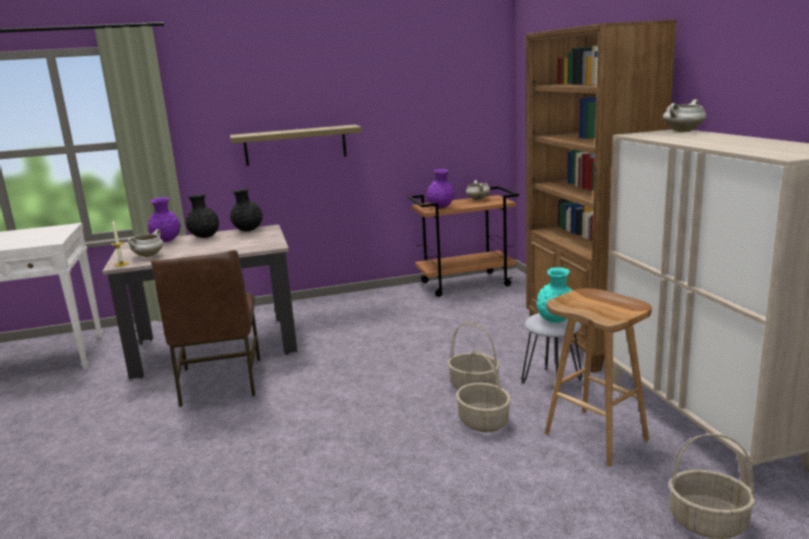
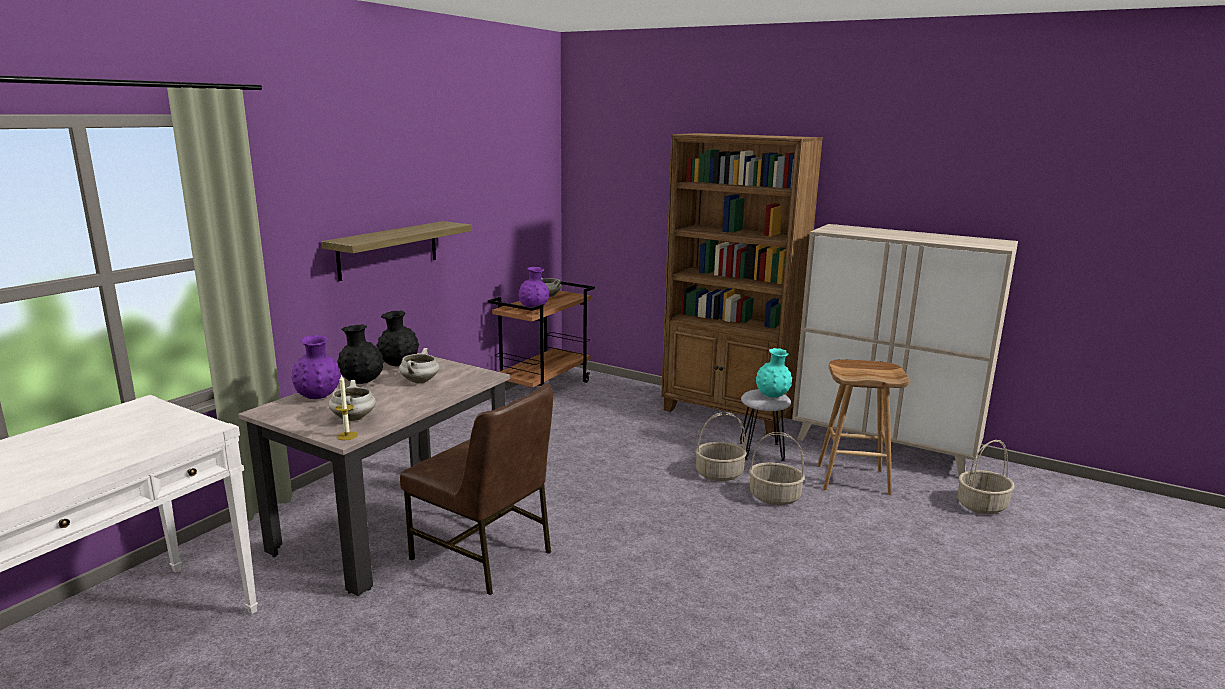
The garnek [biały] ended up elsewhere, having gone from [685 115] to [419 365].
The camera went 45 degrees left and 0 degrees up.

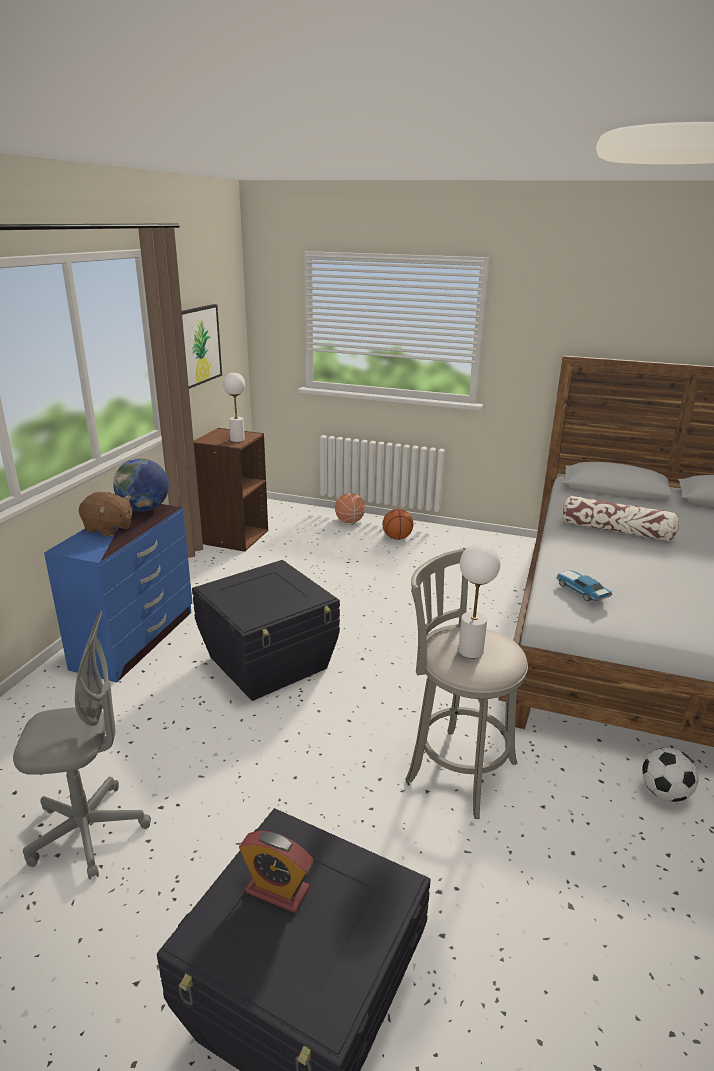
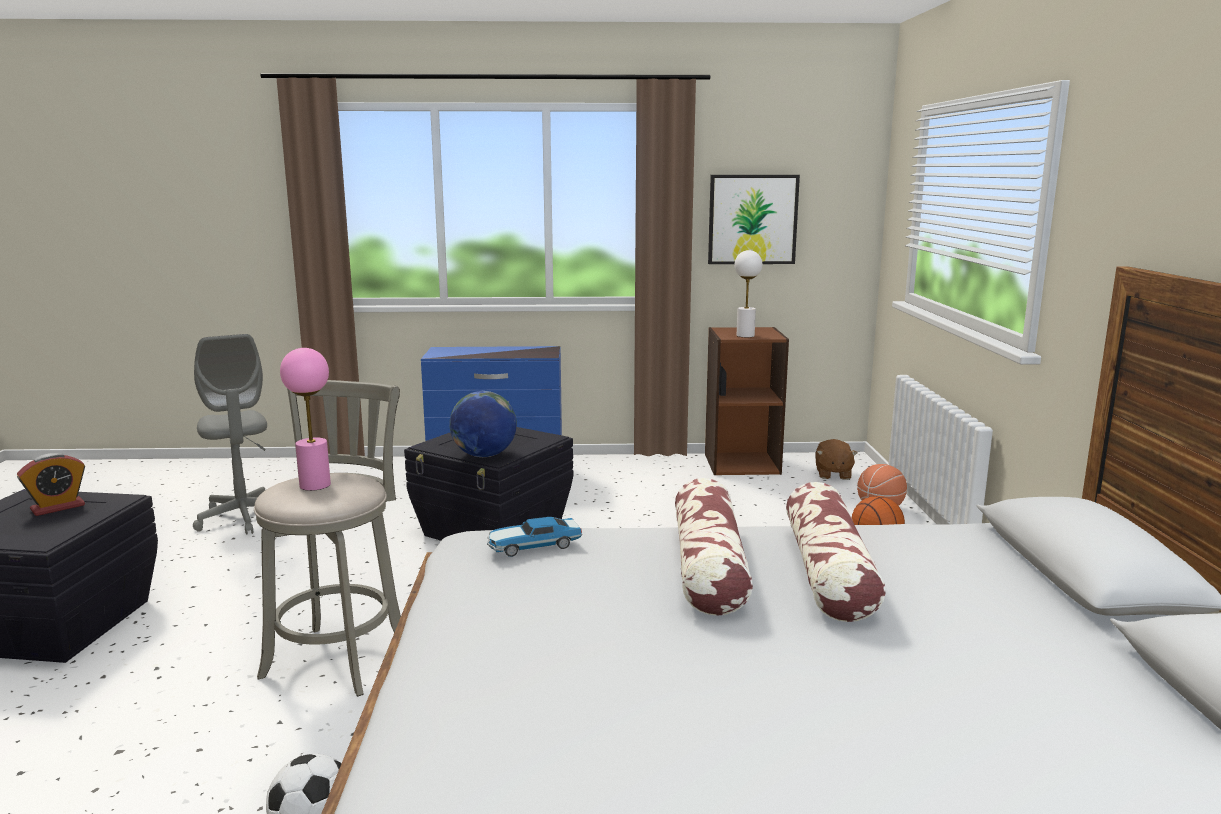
The budzik at [276 872] ended up facing another way, 135 degrees counterclockwise from before.
What was the lampa stołowa [biały] at [479 600] turned into the lampa stołowa [różowy] at [305 419].
The globus ended up elsewhere, having gone from [141 484] to [483 424].
The samochodzik at [584 585] ended up facing another way, 150 degrees counterclockwise from before.
The second view gained the poduszka at [714 547].
The pluszak [brązowy] ended up elsewhere, having gone from [105 514] to [836 459].
The camera went 70 degrees right and 10 degrees down.

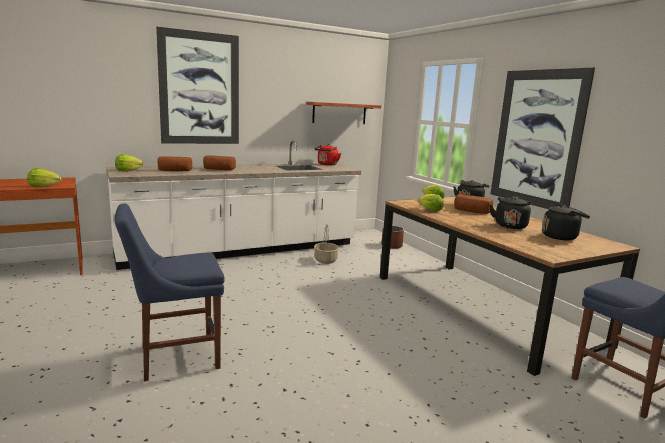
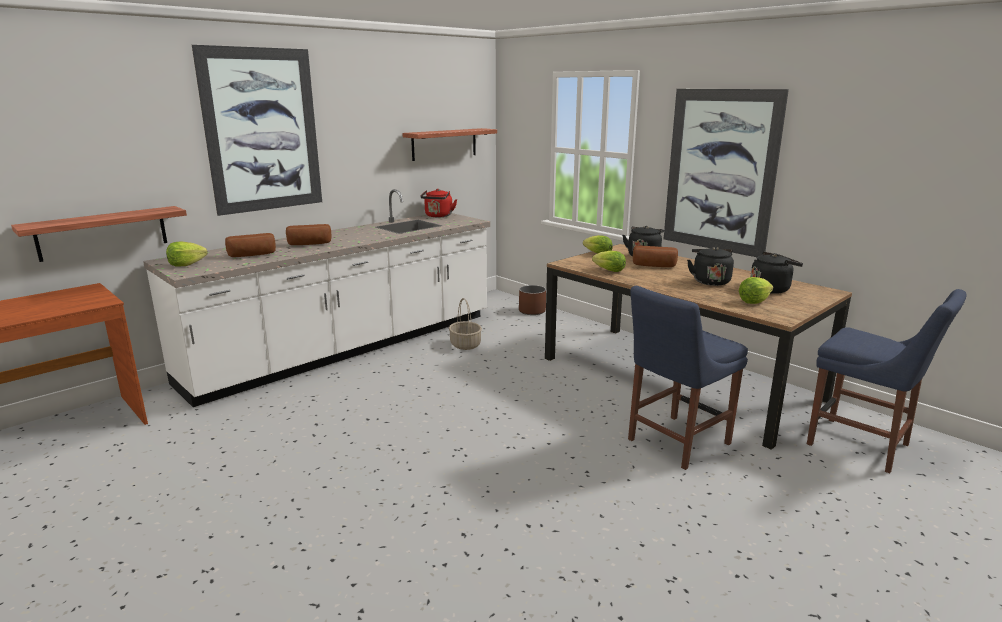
The second view gained the półka at [99 234].
The krzesło [niebieski] ended up elsewhere, having gone from [170 293] to [688 378].
The sałata ended up elsewhere, having gone from [44 177] to [756 290].
The camera went 15 degrees left and 5 degrees up.

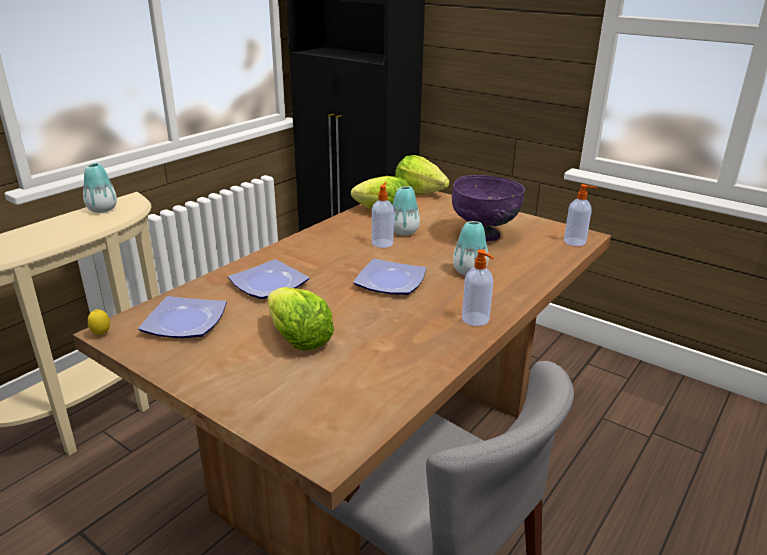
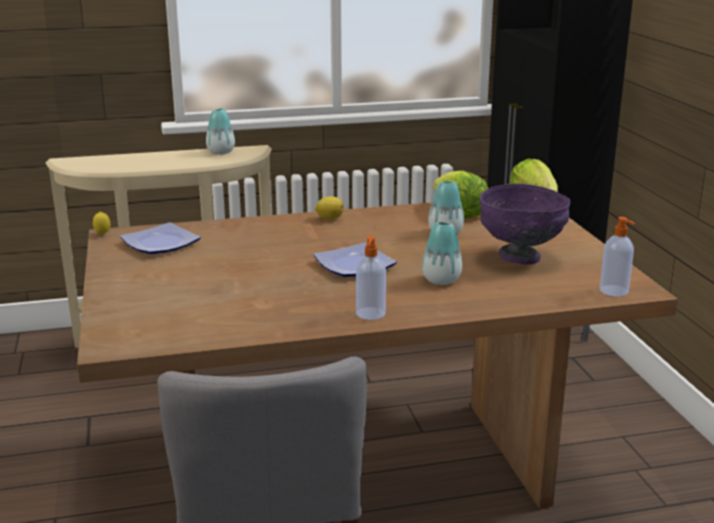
The second view gained the cytryna at [329 208].
The second view lost the talerz at [268 279].
The second view lost the sałata at [300 319].
The second view lost the dozownik mydła at [383 215].
The camera went 40 degrees right and 5 degrees down.

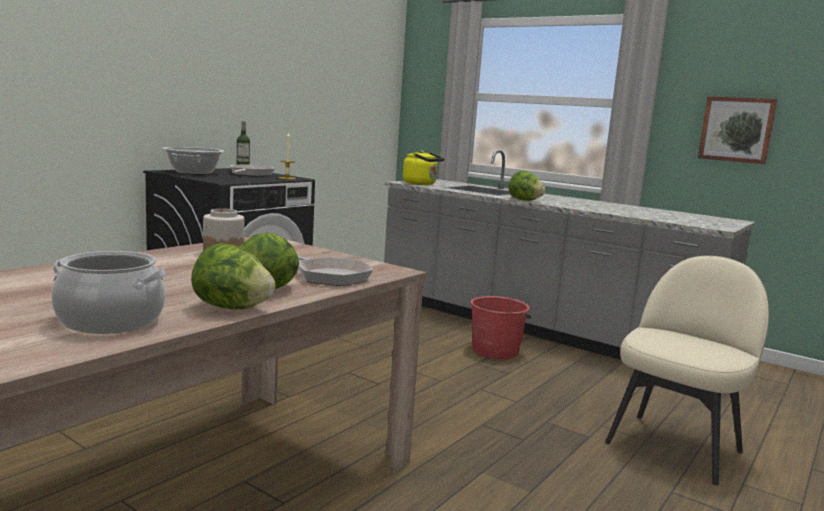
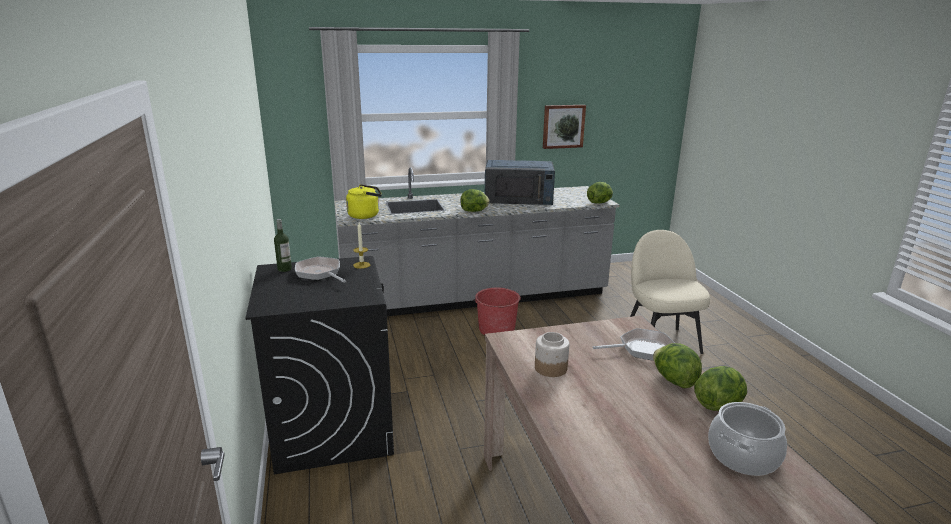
The second view gained the mikrofalówka [niebieski] at [520 182].
The second view gained the sałata at [600 192].
The second view lost the garnek at [193 161].
The camera went 50 degrees left and 10 degrees up.

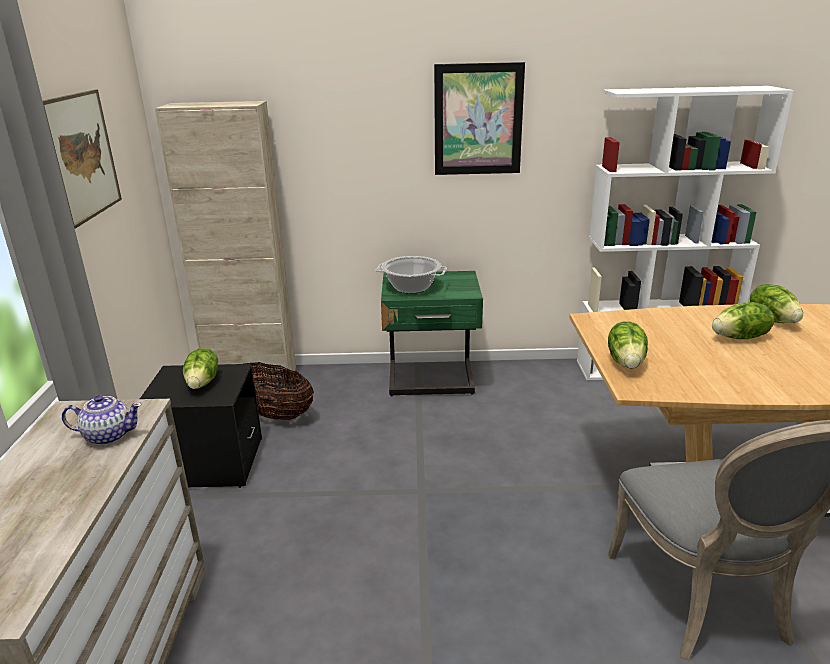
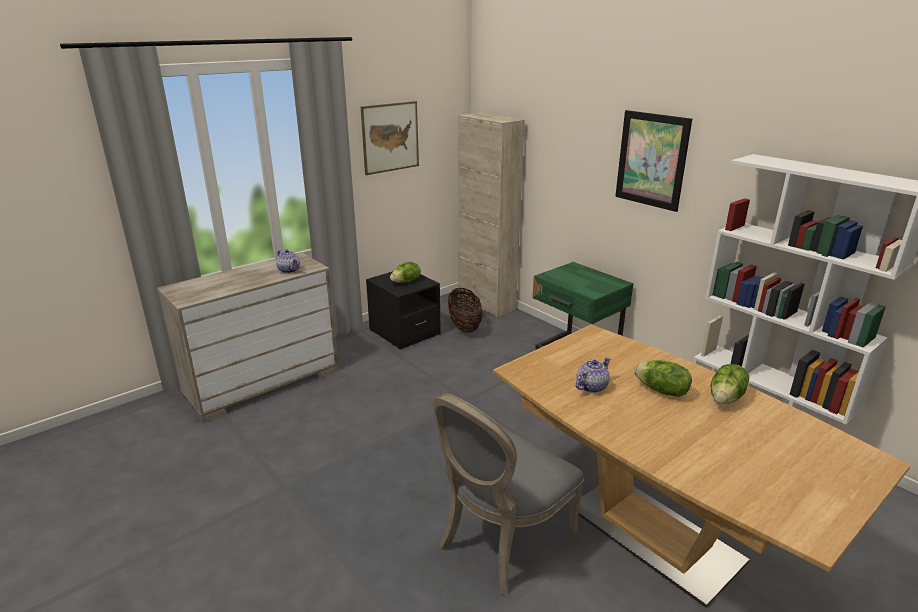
The second view gained the imbryk at [593 375].
The second view lost the garnek at [411 275].
The second view lost the sałata at [628 345].
The camera went 50 degrees right and 0 degrees up.

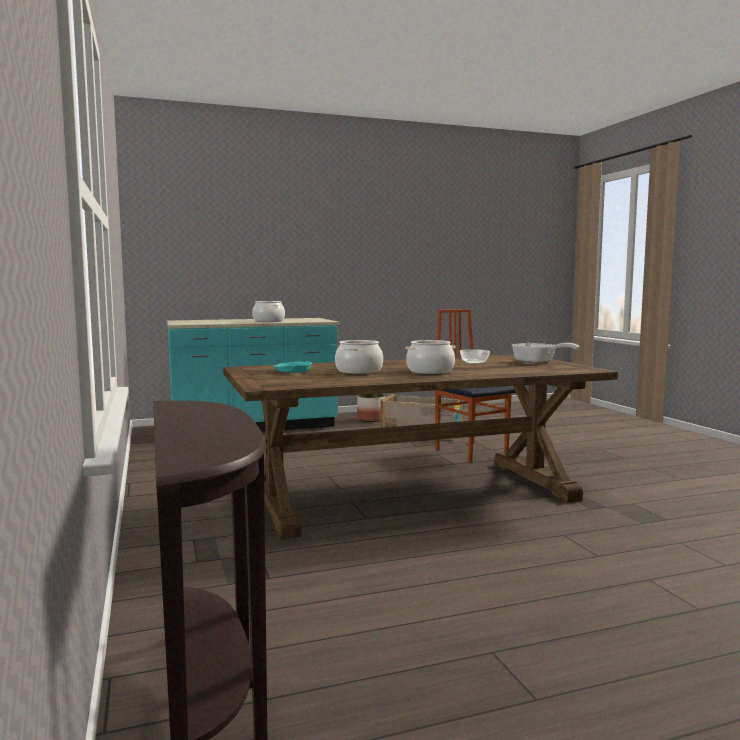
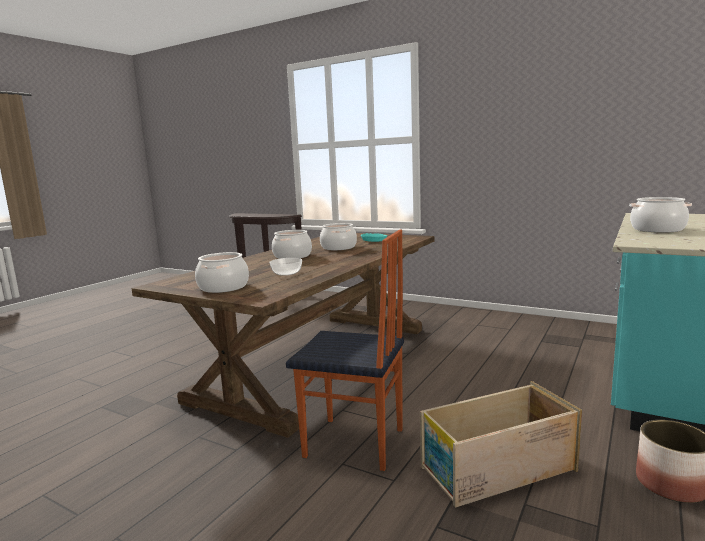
Where the patelnia stood at [545 353], the garnek came to stand at [222 272].
The camera went 140 degrees right and 5 degrees up.

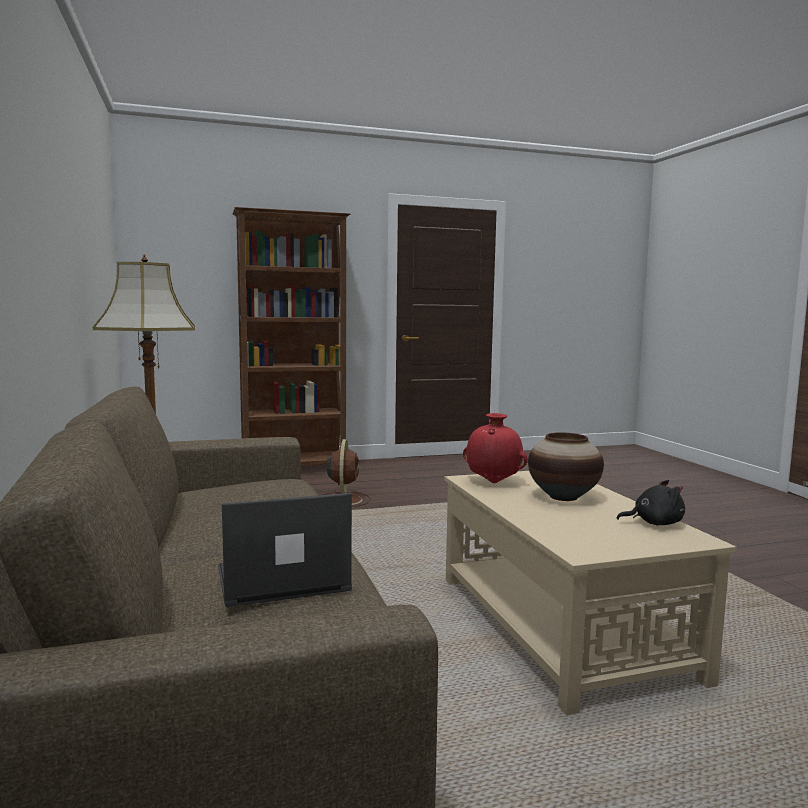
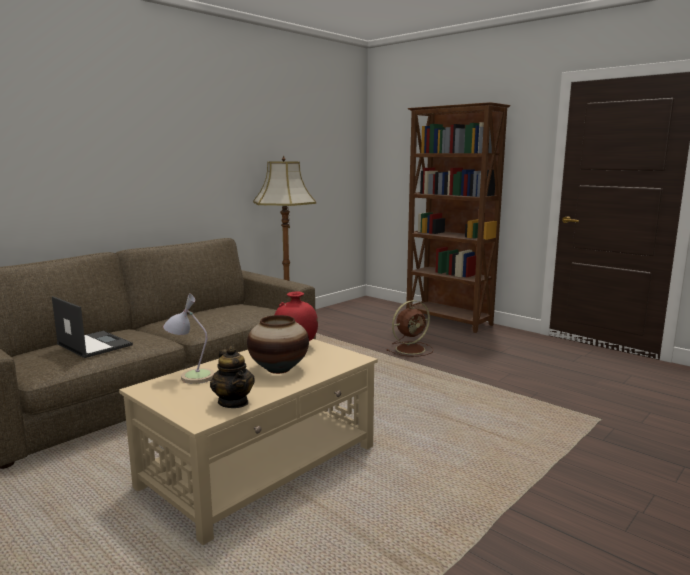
The second view gained the lampa stołowa at [188 339].
Where the pluszak [czarny] stood at [651 503], the imbryk came to stand at [232 377].
The camera went 60 degrees right and 5 degrees up.

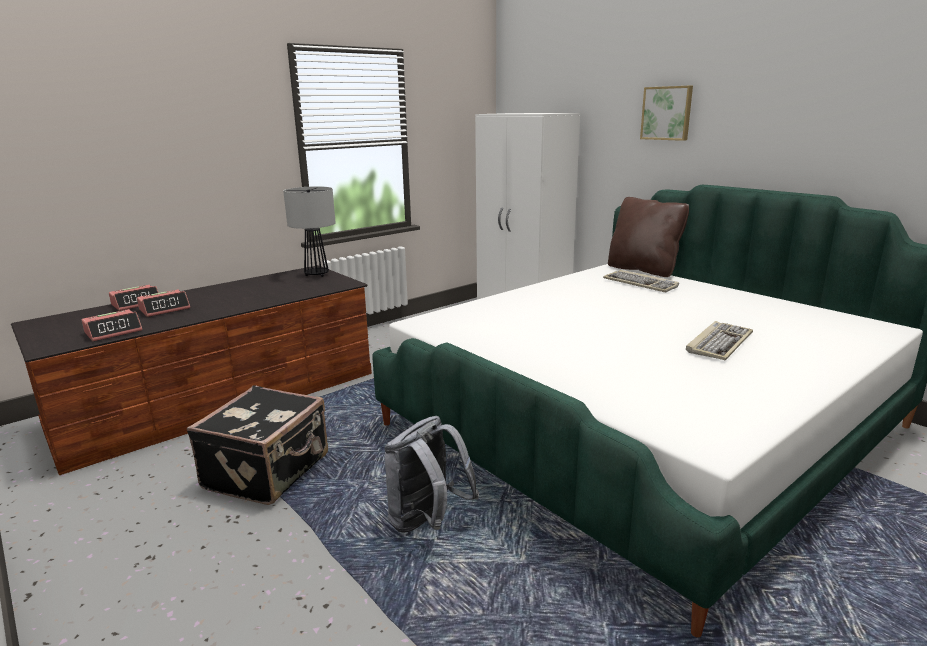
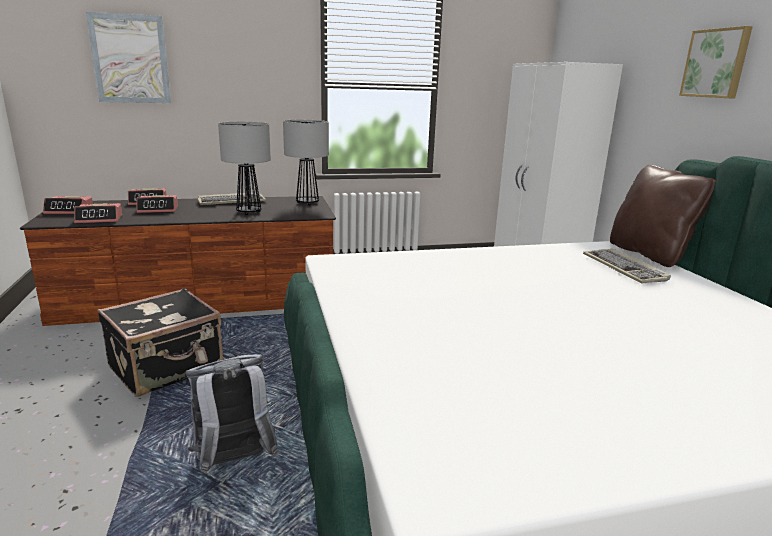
The second view gained the budzik at [68 205].
The second view gained the obraz at [128 57].
The klawiatura ended up elsewhere, having gone from [719 340] to [231 199].
The second view gained the lampa stołowa at [244 168].
The camera went 25 degrees right and 0 degrees up.

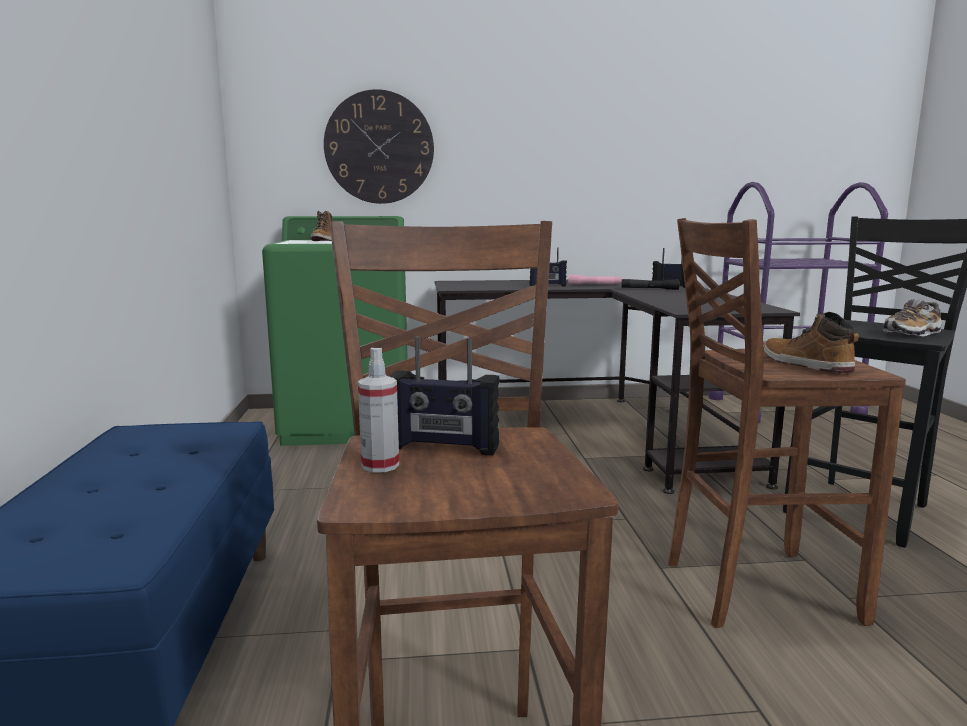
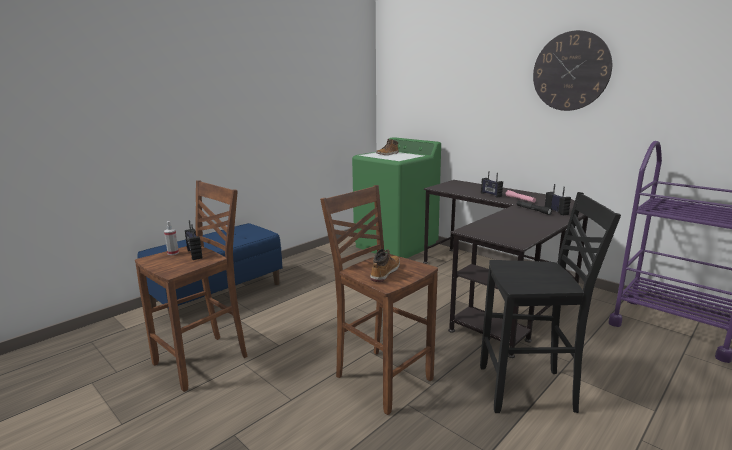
The zegar ścienny ended up elsewhere, having gone from [379 146] to [572 70].
The second view lost the but at [912 317].
The camera went 50 degrees right and 5 degrees up.

